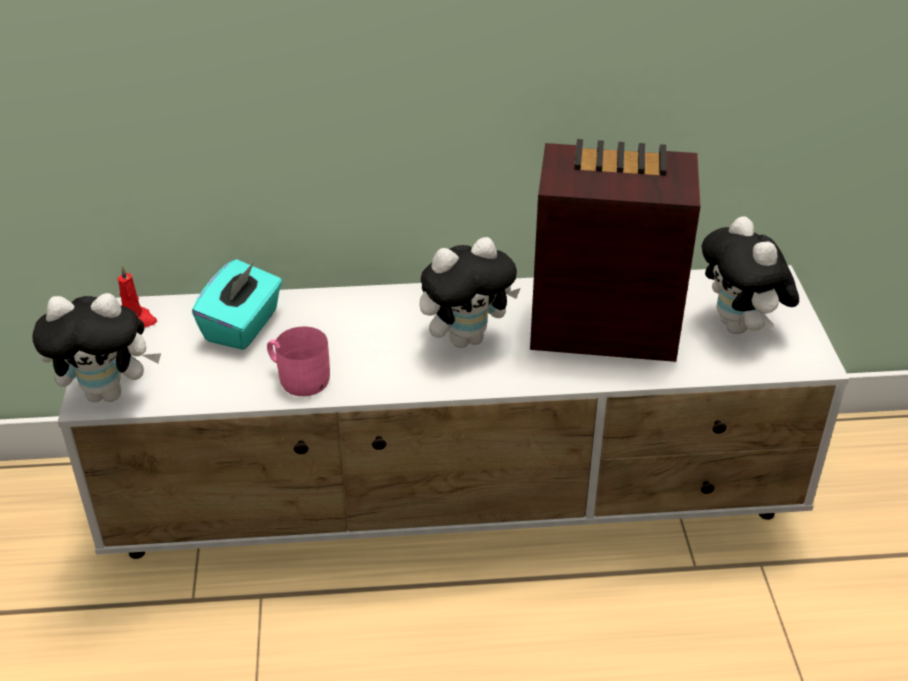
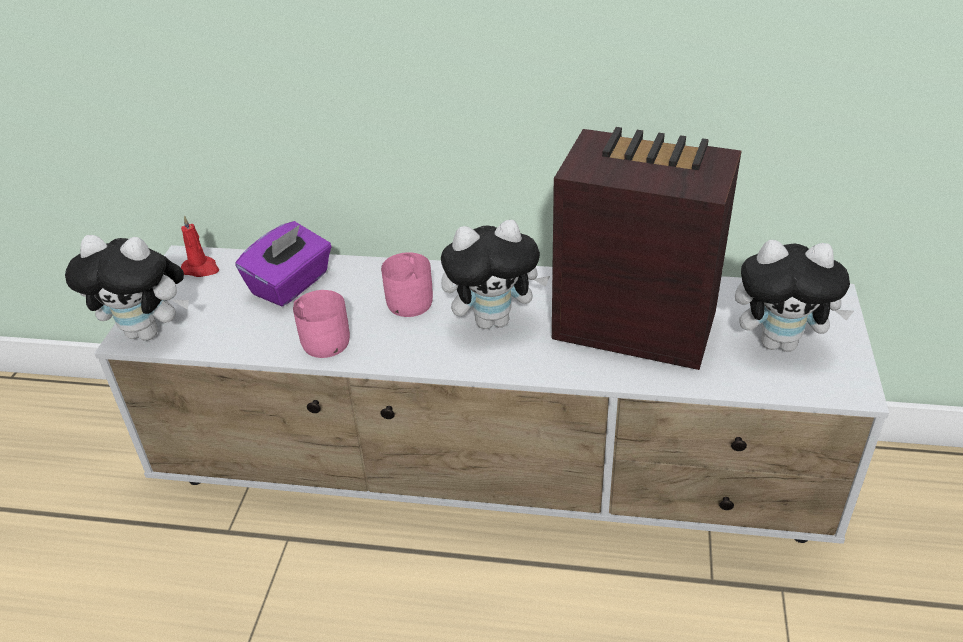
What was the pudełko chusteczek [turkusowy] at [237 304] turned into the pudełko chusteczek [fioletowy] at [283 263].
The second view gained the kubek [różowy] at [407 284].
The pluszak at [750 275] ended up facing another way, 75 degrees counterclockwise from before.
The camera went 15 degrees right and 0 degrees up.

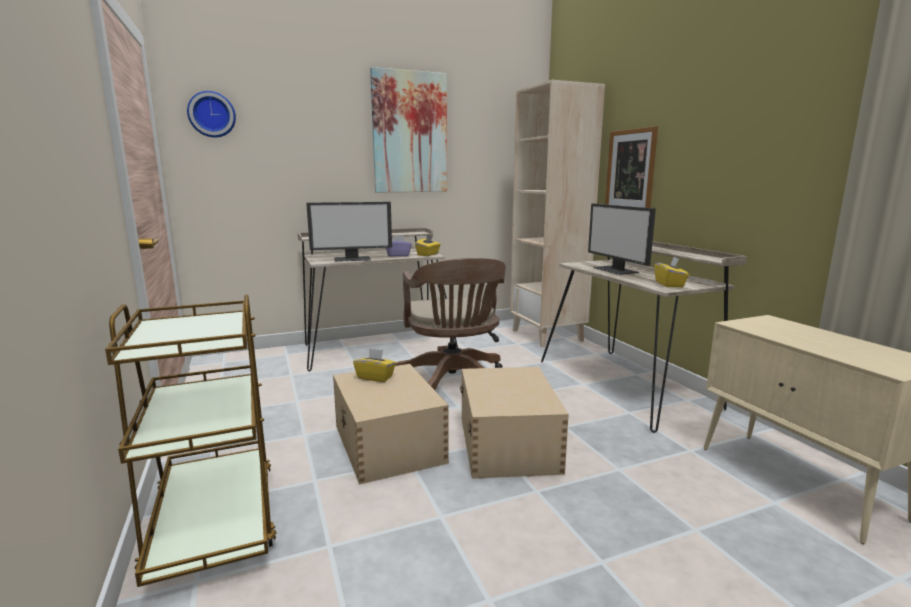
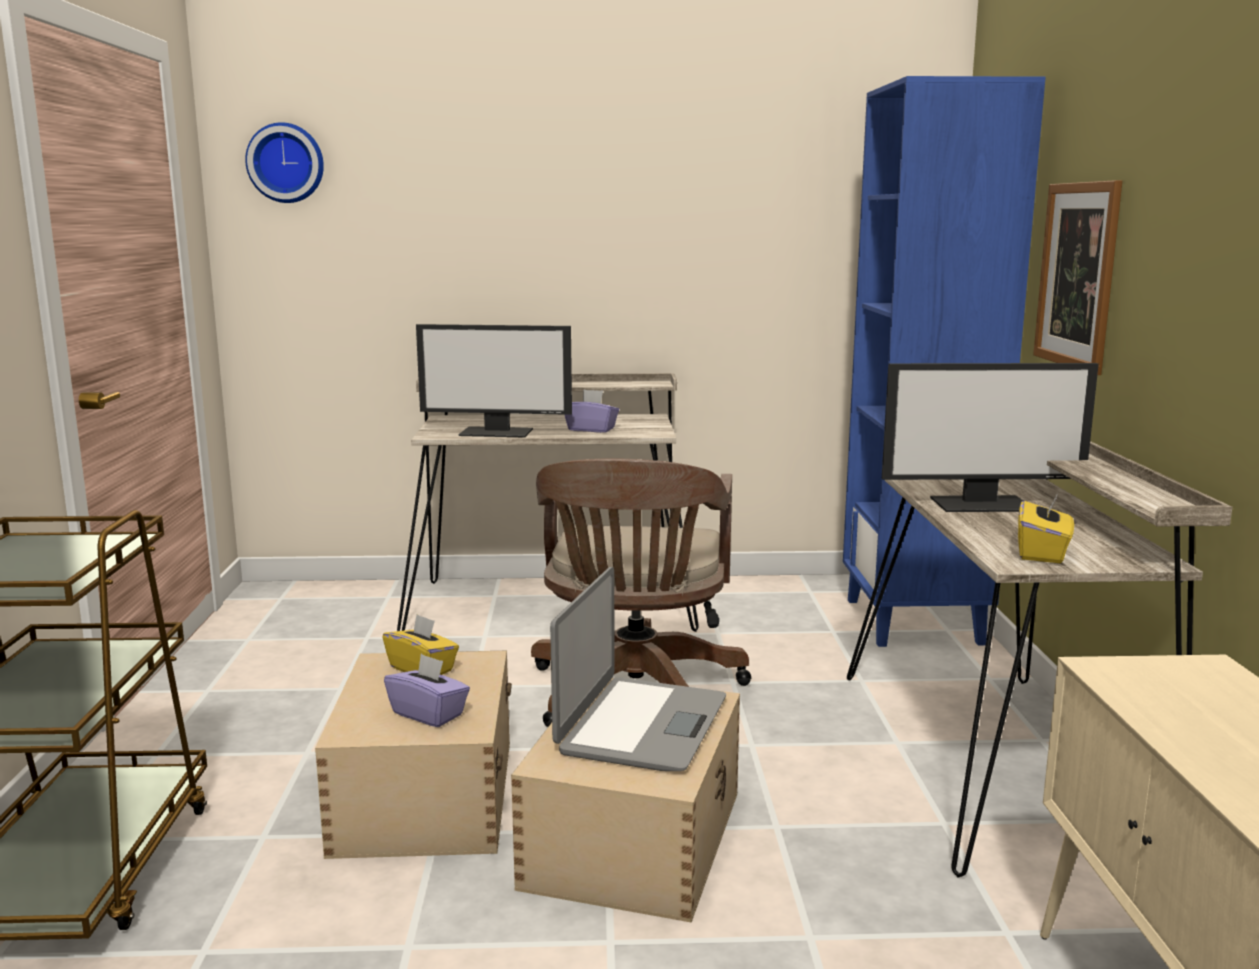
The second view gained the pudełko chusteczek [fioletowy] at [427 690].
The second view gained the laptop at [638 669].
What was the regał [beżowy] at [557 213] turned into the regał [niebieski] at [944 361].
The monitor at [622 239] ended up facing another way, 90 degrees counterclockwise from before.
The second view lost the obraz at [408 130].
The second view lost the pudełko chusteczek [żółty] at [428 245].
The camera went 20 degrees right and 0 degrees up.

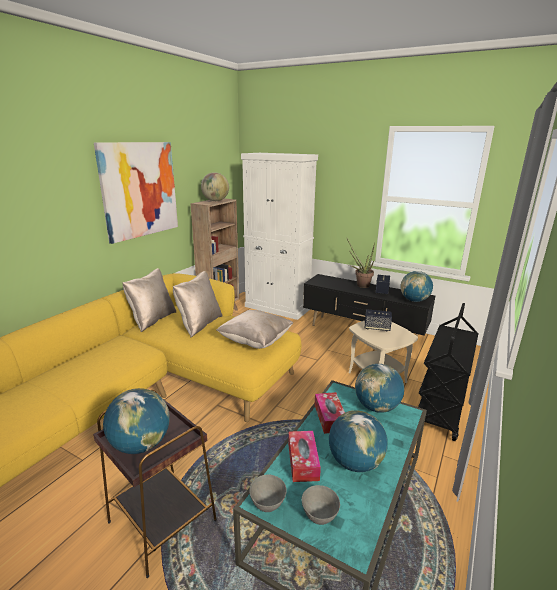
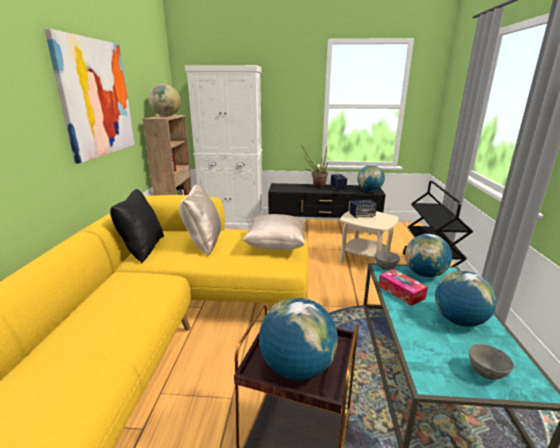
What was the poduszka [beżowy] at [149 300] turned into the poduszka [czarny] at [137 226].
The miska [szary] ended up elsewhere, having gone from [268 493] to [387 260].
The second view lost the pudełko chusteczek at [304 456].
The camera went 25 degrees left and 0 degrees up.

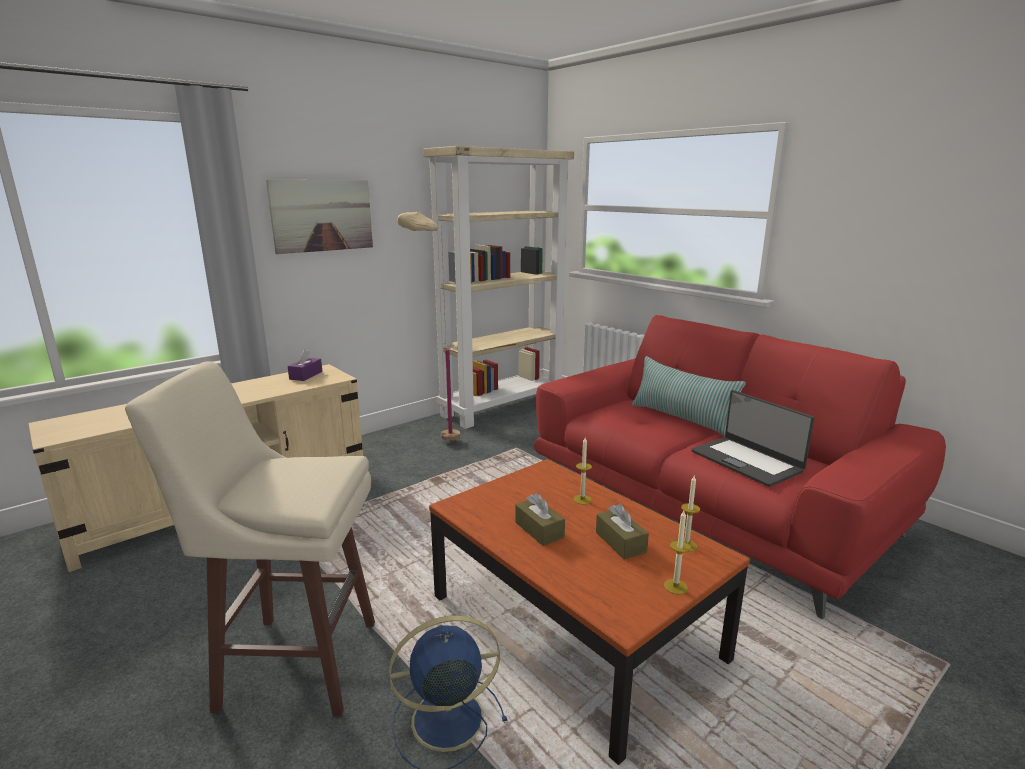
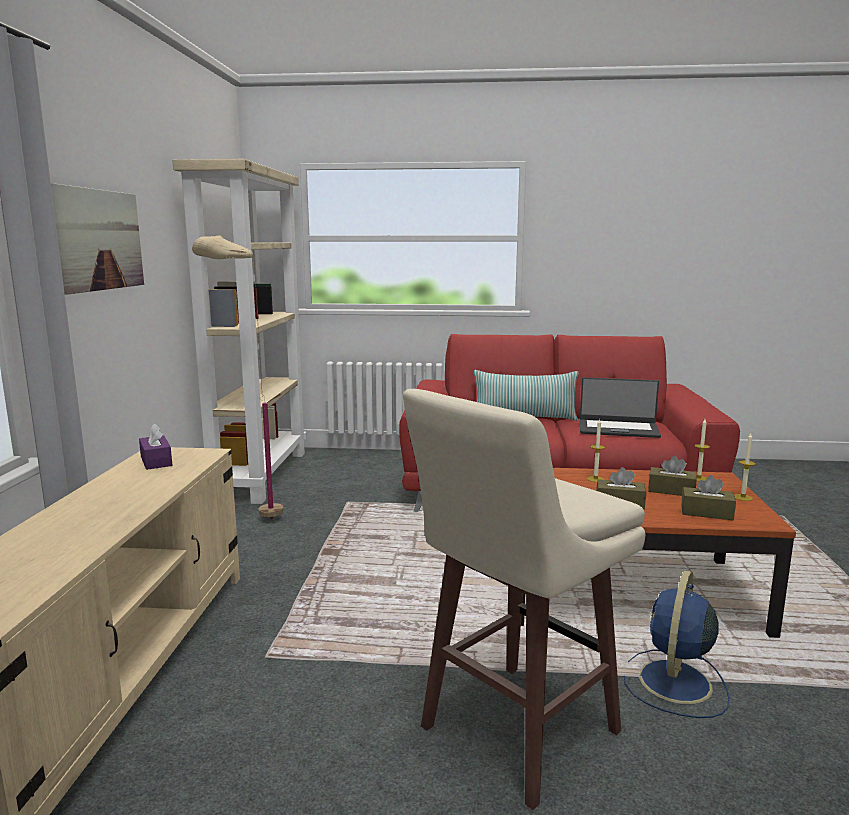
The second view gained the pudełko chusteczek [brązowy] at [708 497].
The camera went 45 degrees left and 5 degrees down.

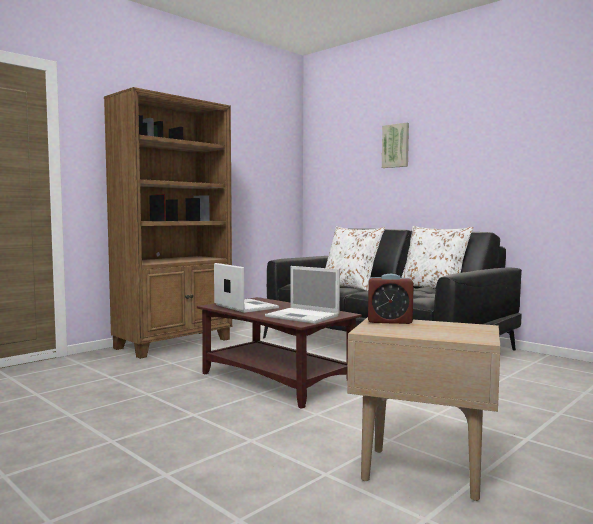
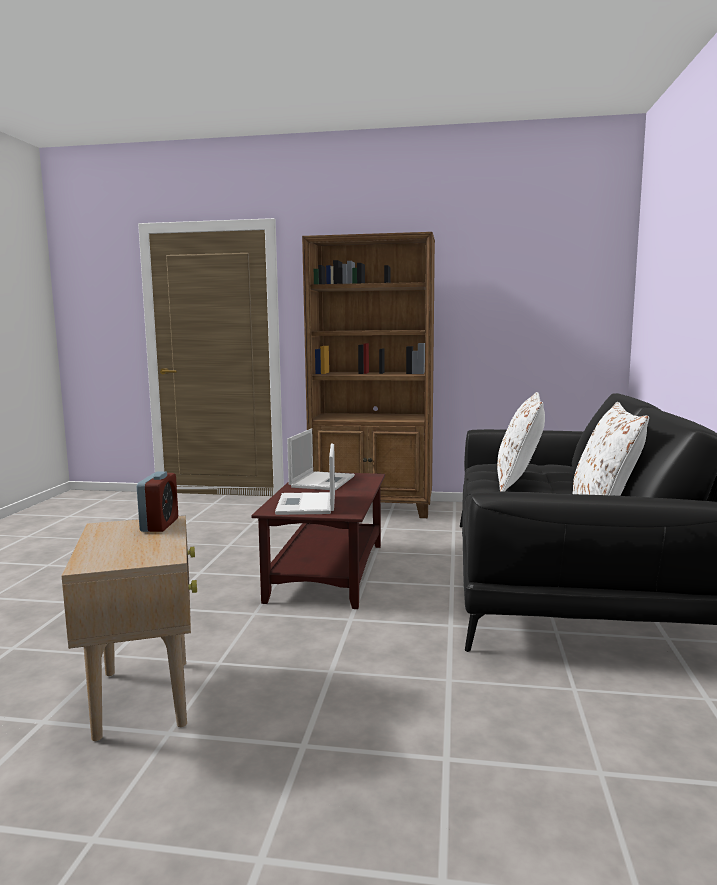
The budzik at [391 299] ended up facing another way, 150 degrees counterclockwise from before.
The second view lost the obraz at [395 145].
The camera went 55 degrees right and 5 degrees up.

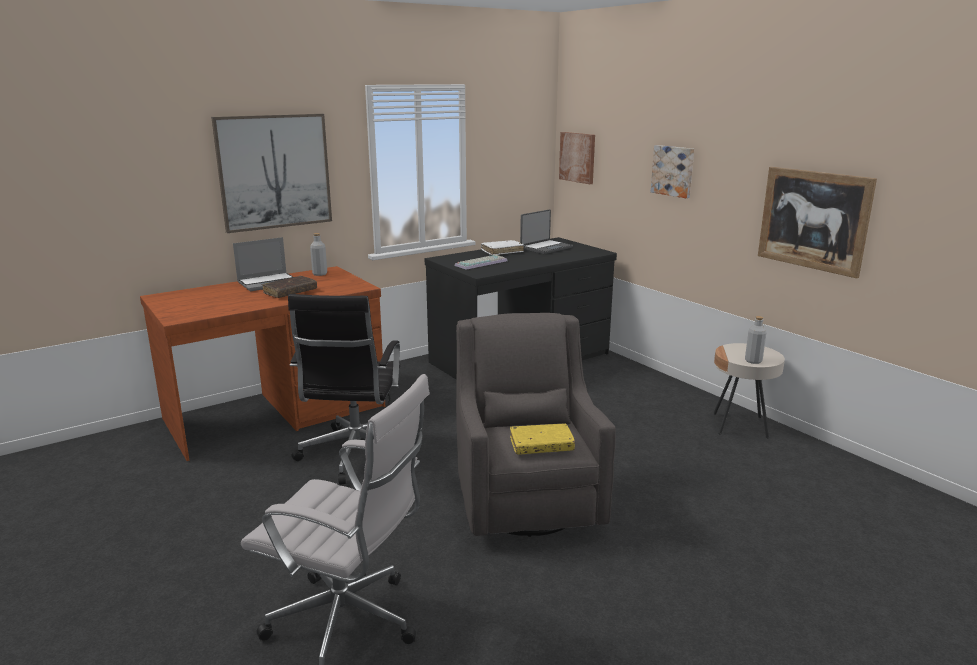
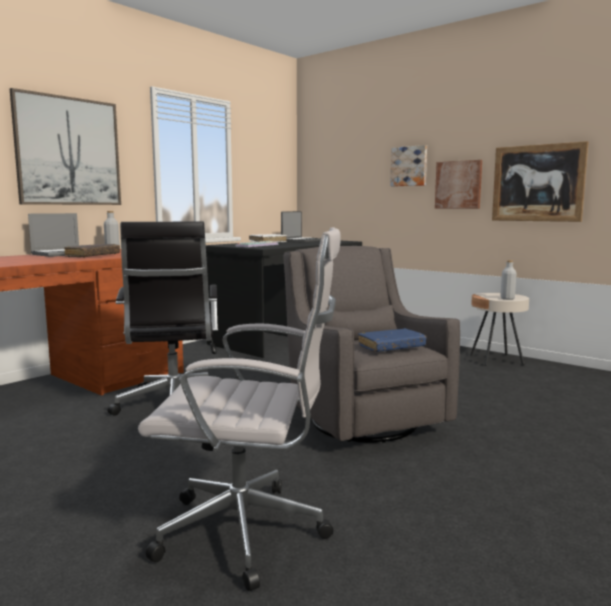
What was the książka [żółty] at [542 439] turned into the książka [niebieski] at [392 340].
The obraz ended up elsewhere, having gone from [577 158] to [458 184].
The camera went 15 degrees left and 10 degrees down.

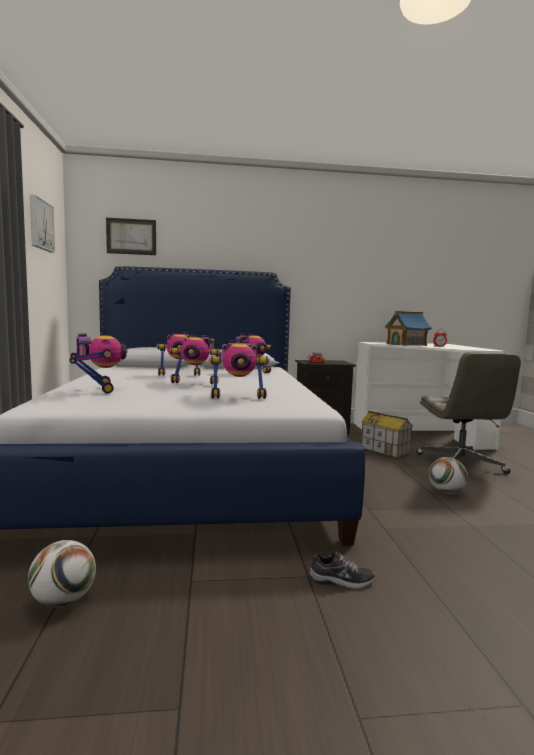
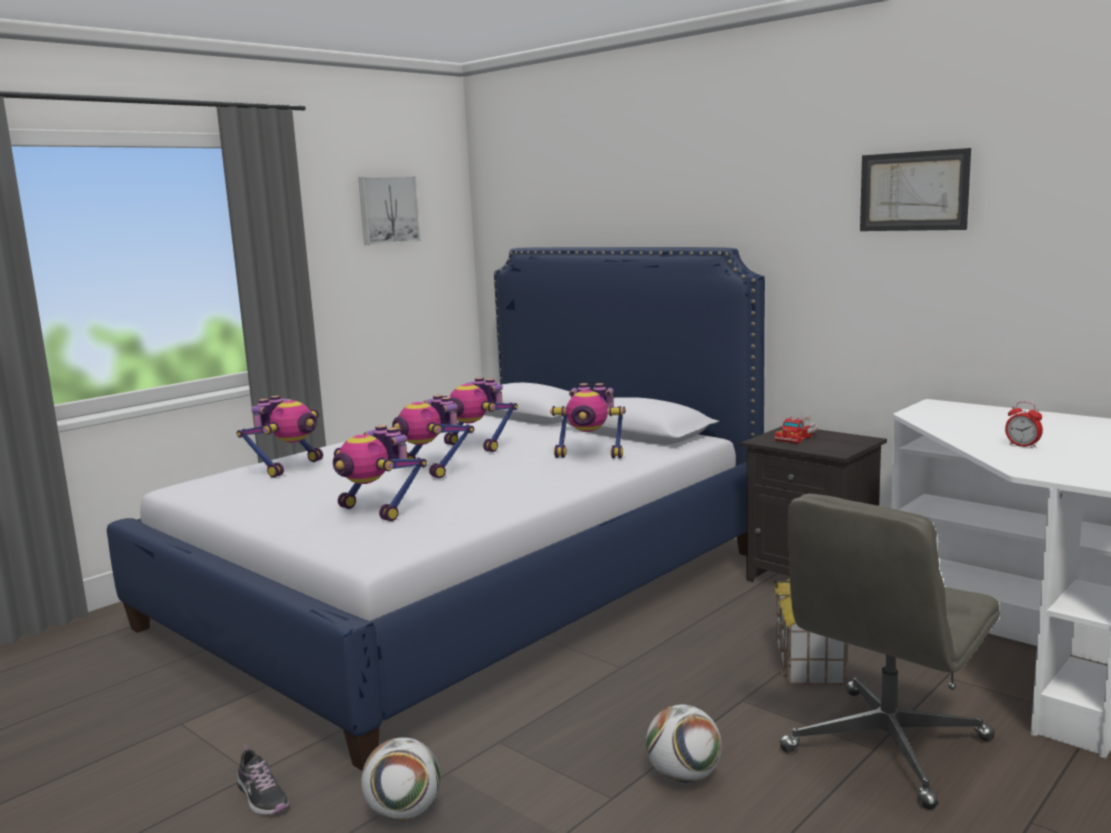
The piłka futbolowa ended up elsewhere, having gone from [62 573] to [400 779].
The obraz ended up elsewhere, having gone from [131 236] to [915 189].
The second view lost the domek at [408 328].
The camera went 50 degrees right and 5 degrees up.

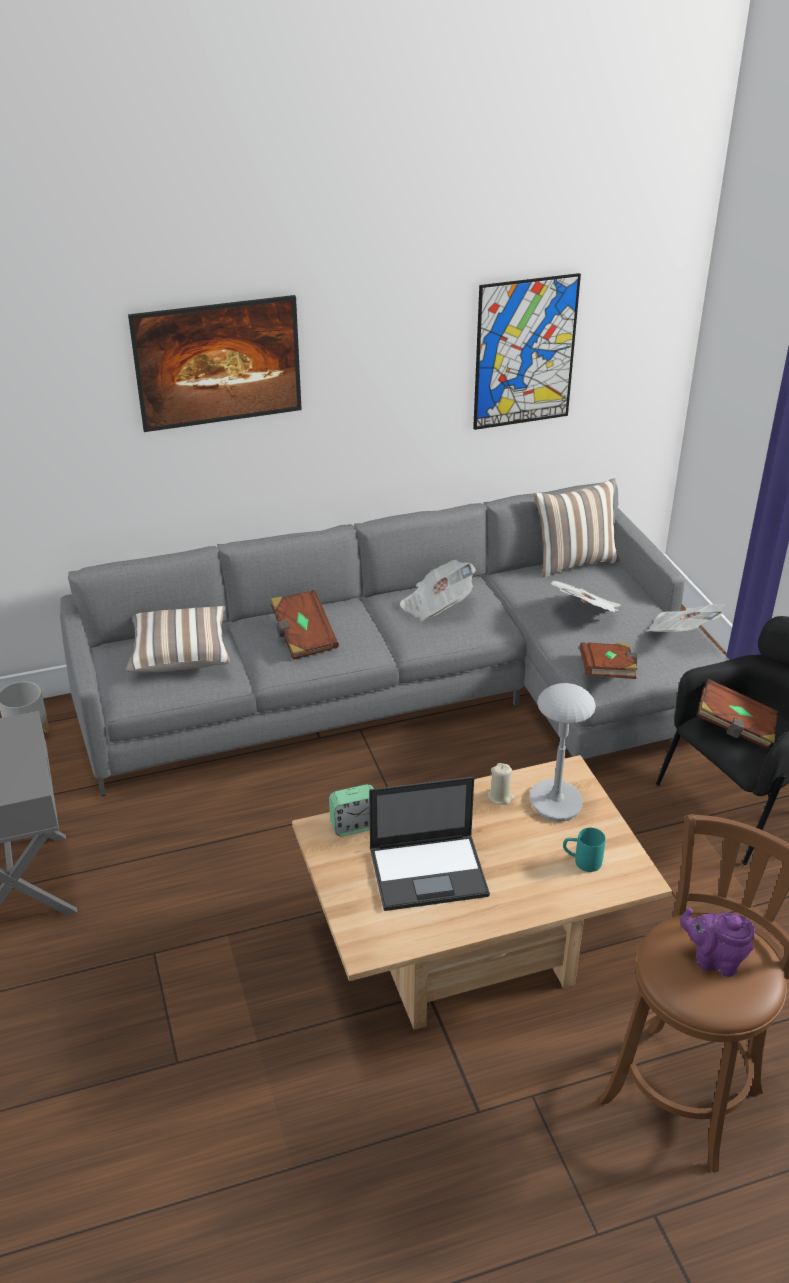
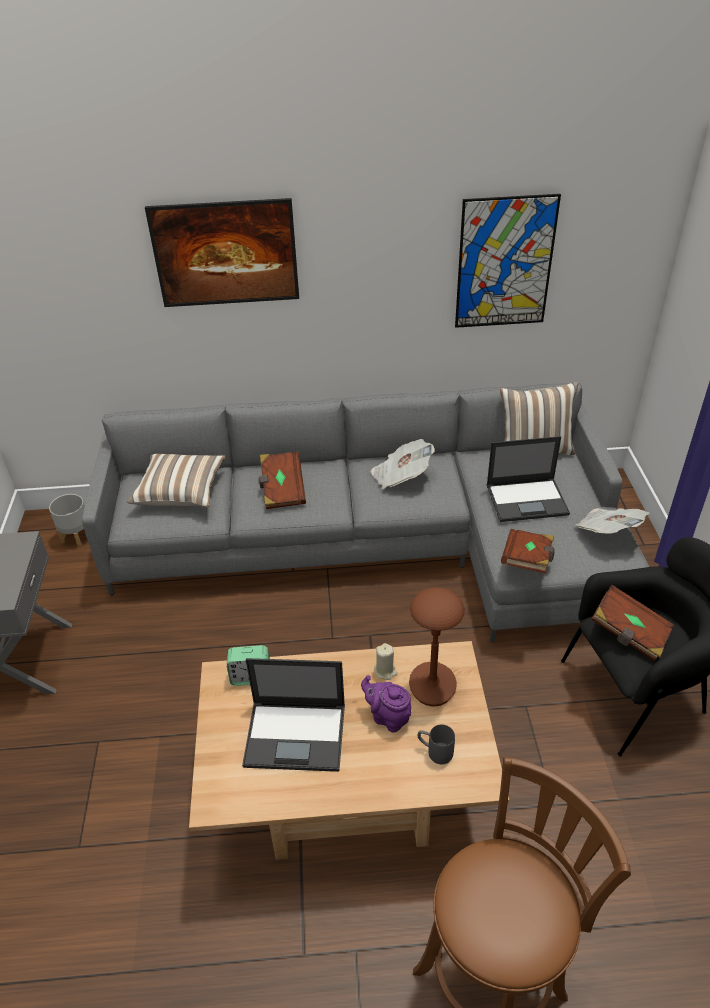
The imbryk [fioletowy] ended up elsewhere, having gone from [717 942] to [386 703].
What was the lampa stołowa [szary] at [563 752] turned into the lampa stołowa [brązowy] at [437 647].
What was the kubek [turkusowy] at [584 850] turned into the kubek [szary] at [436 744].
Where the gazeta stood at [585 596], the laptop came to stand at [528 479].
The camera went 15 degrees right and 5 degrees up.

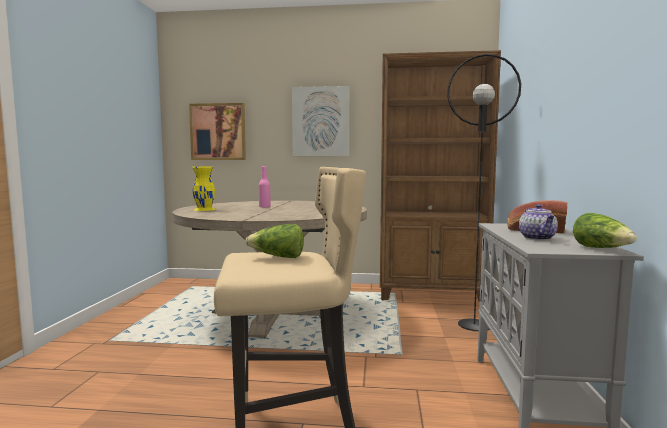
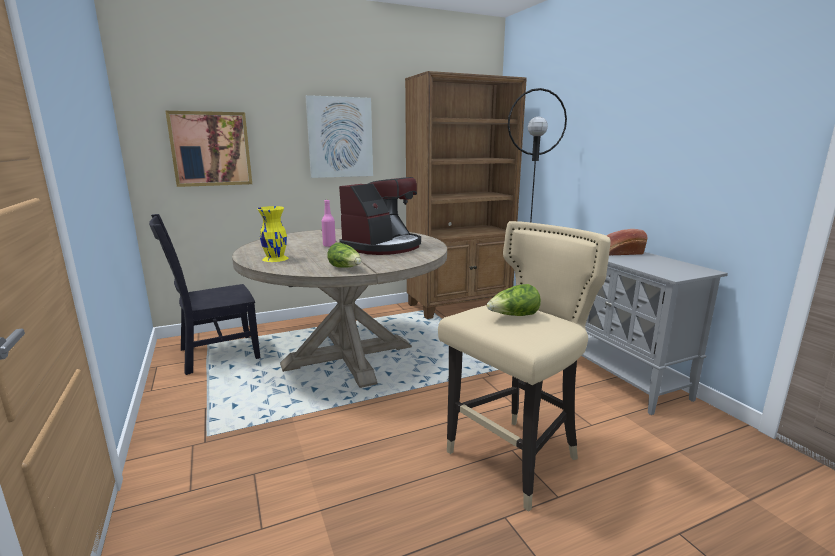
The second view gained the krzesło [czarny] at [204 294].
The sałata ended up elsewhere, having gone from [605 230] to [344 255].
The second view gained the ekspres do kawy at [380 216].
The second view lost the imbryk at [538 222].
The camera went 30 degrees left and 10 degrees up.

